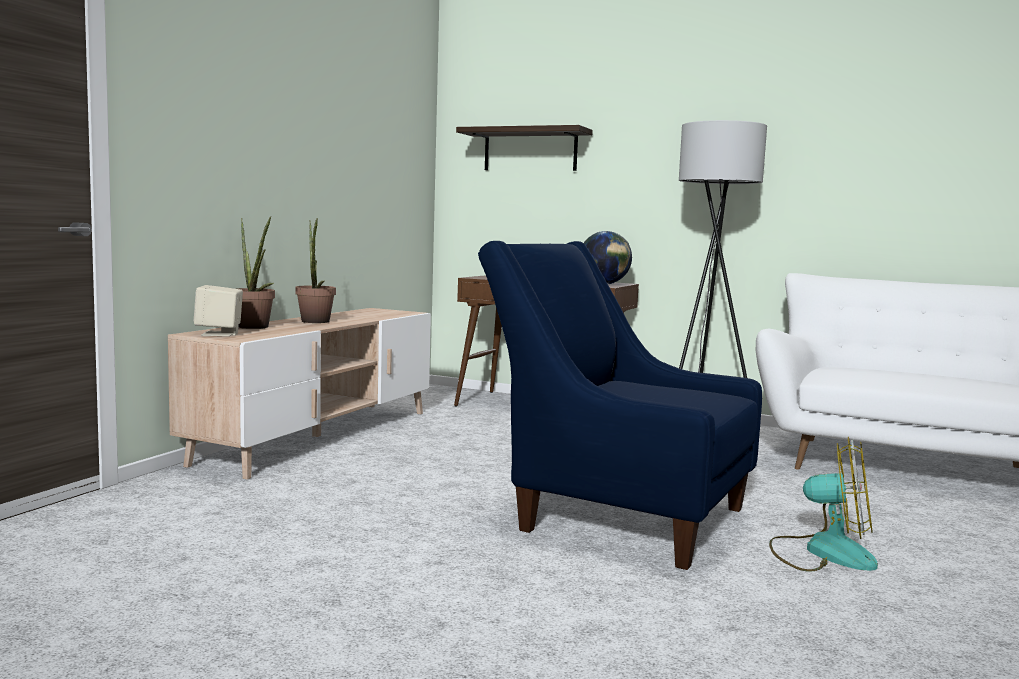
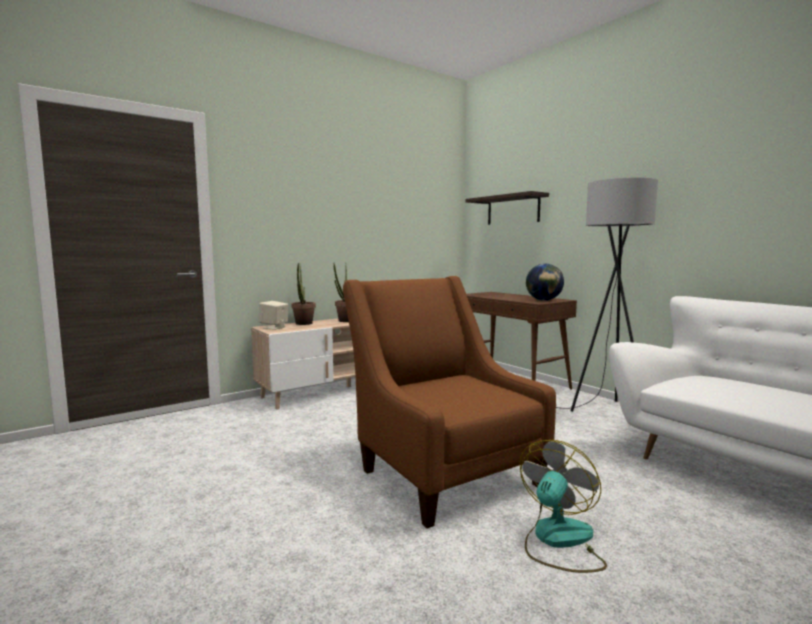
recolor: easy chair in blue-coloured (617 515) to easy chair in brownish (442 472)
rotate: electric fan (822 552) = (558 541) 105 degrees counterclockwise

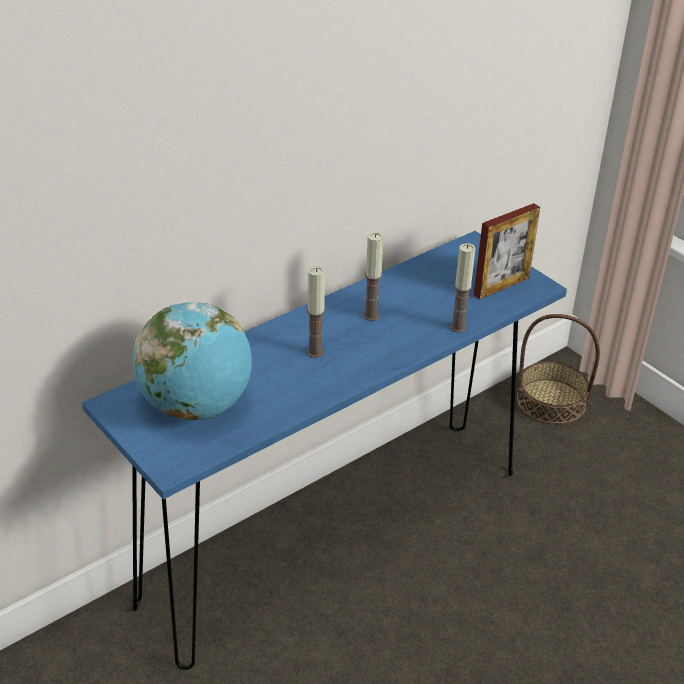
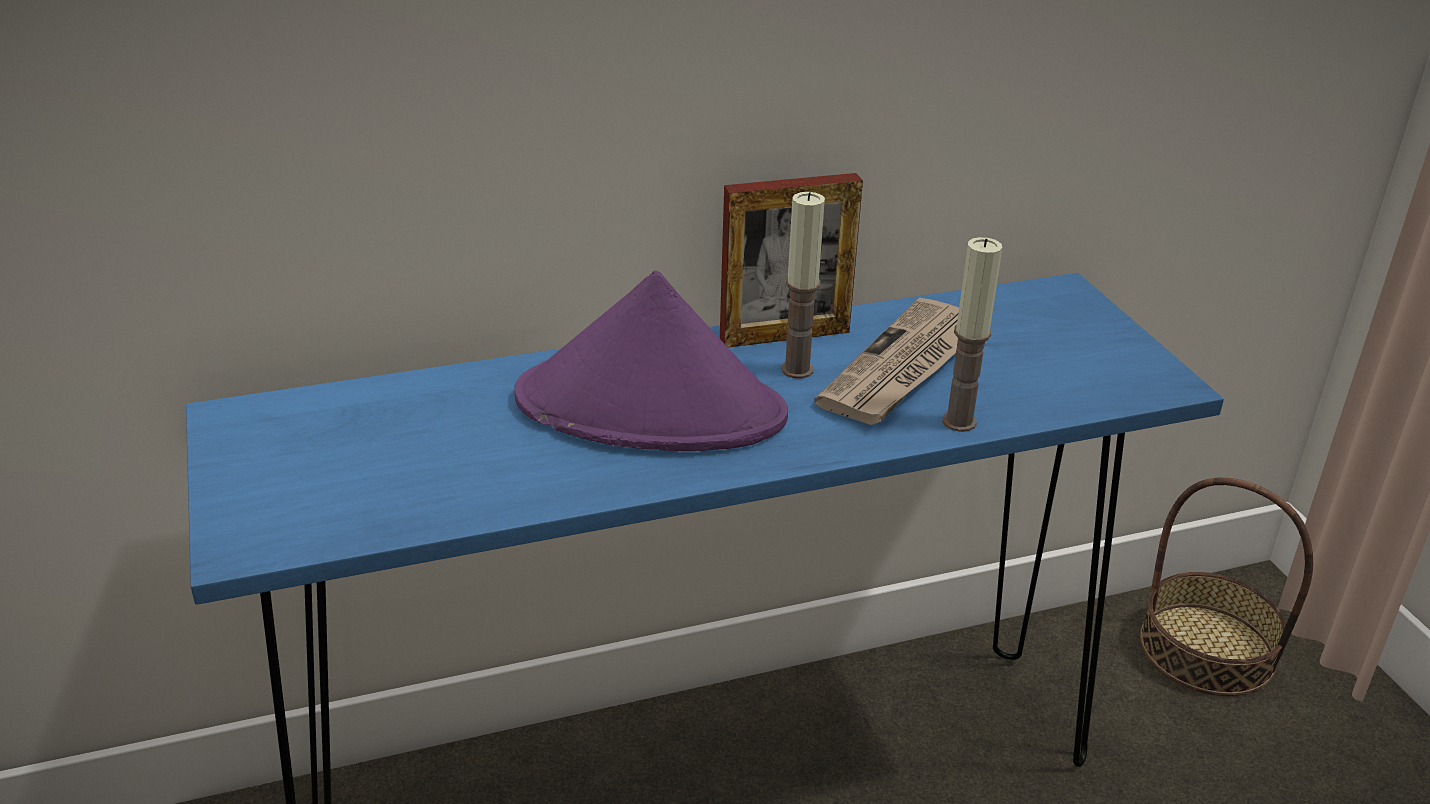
delete: desk globe (196 406)
insert: newspaper (903 367)
move: photo frame (501 286) to (784 335)
replace: wax candle (315 352) to wearable hat in purplish (652 408)

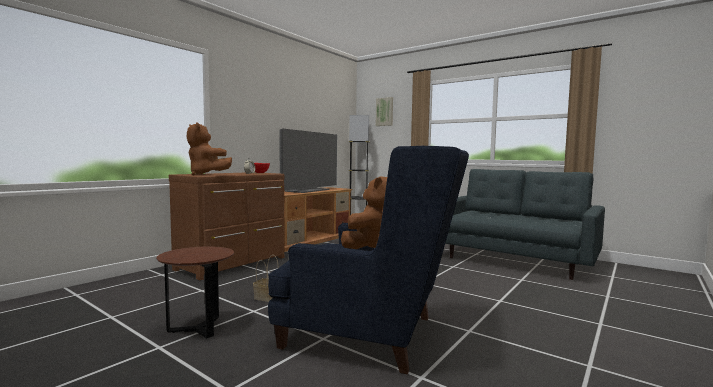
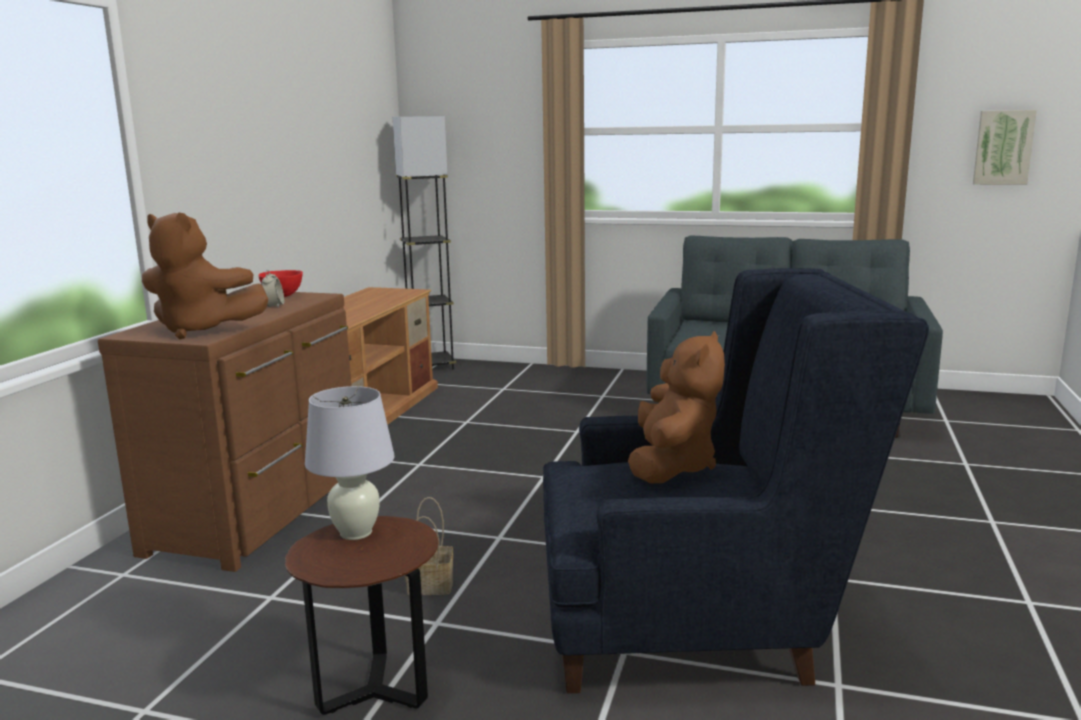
delete: TV (308 190)
insert: lamp for a table in whitish (356 533)
move: wall art (384 112) to (1003 147)

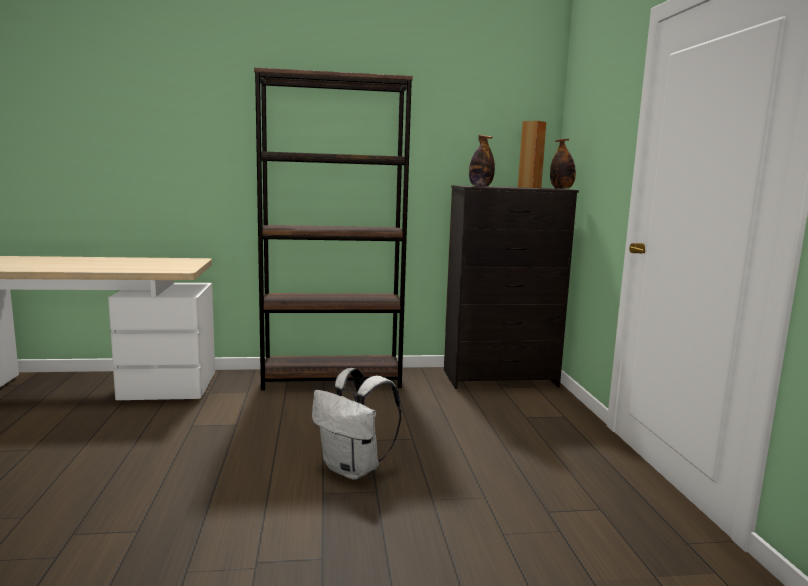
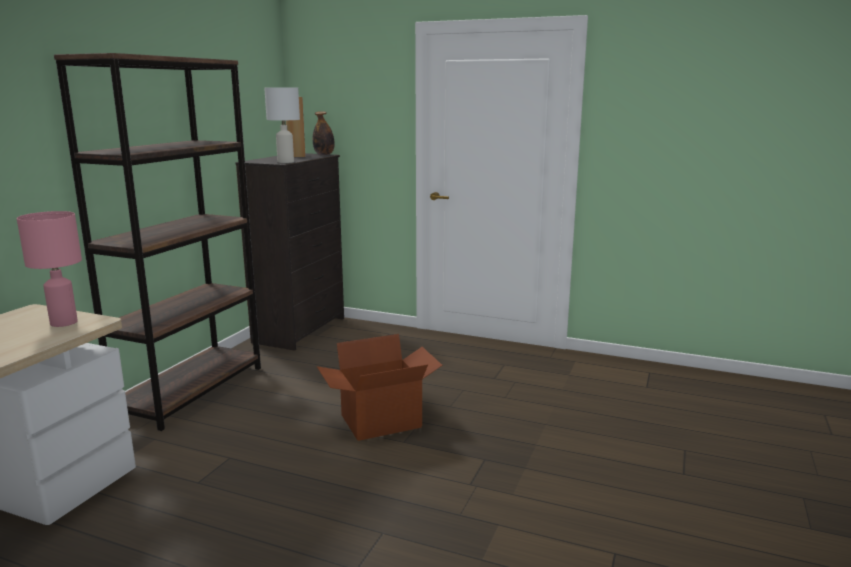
insert: lamp for a table in pinkish (65 322)
replace: knapsack in whitish (354 469) to packing box (381 422); drink bottle (480 186) to lamp for a table in whitish (285 162)

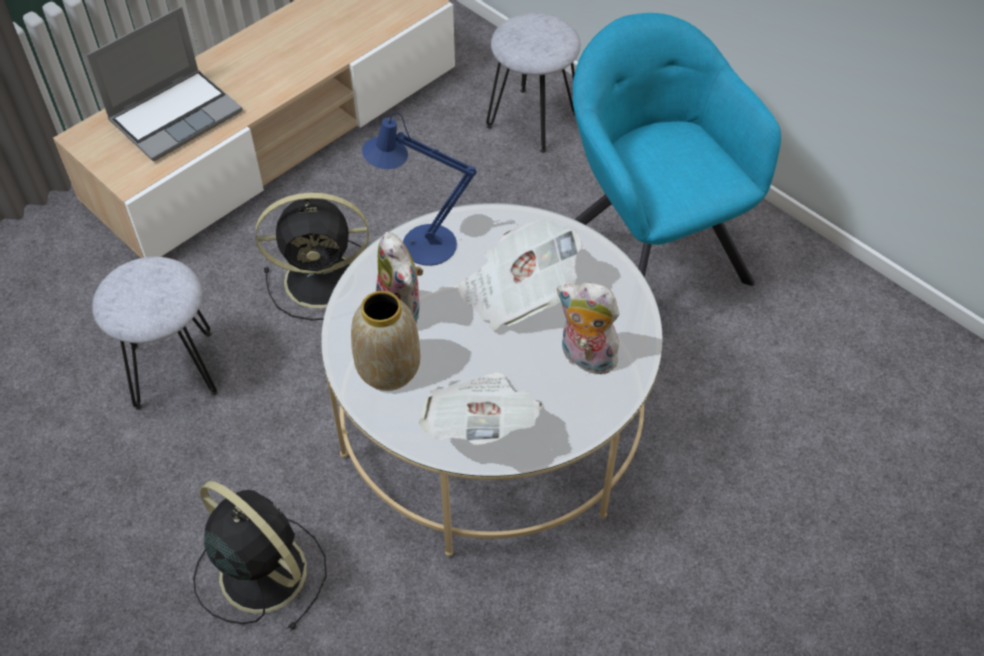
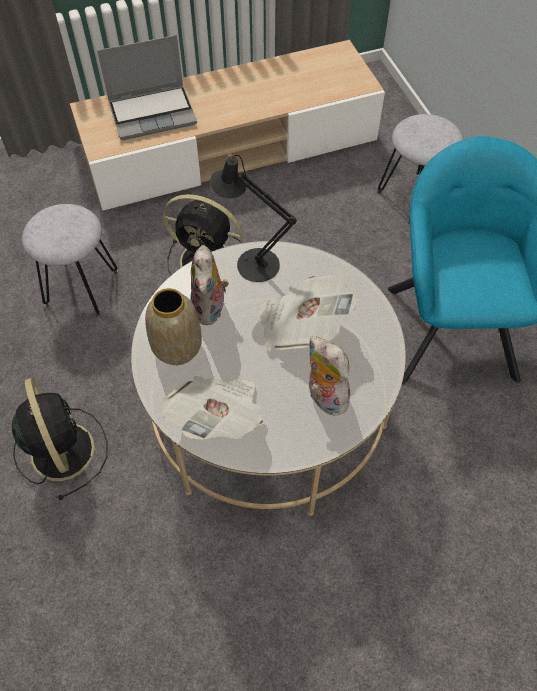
recolor: lamp for a table in blue-coloured (421 245) to lamp for a table in black (252 263)

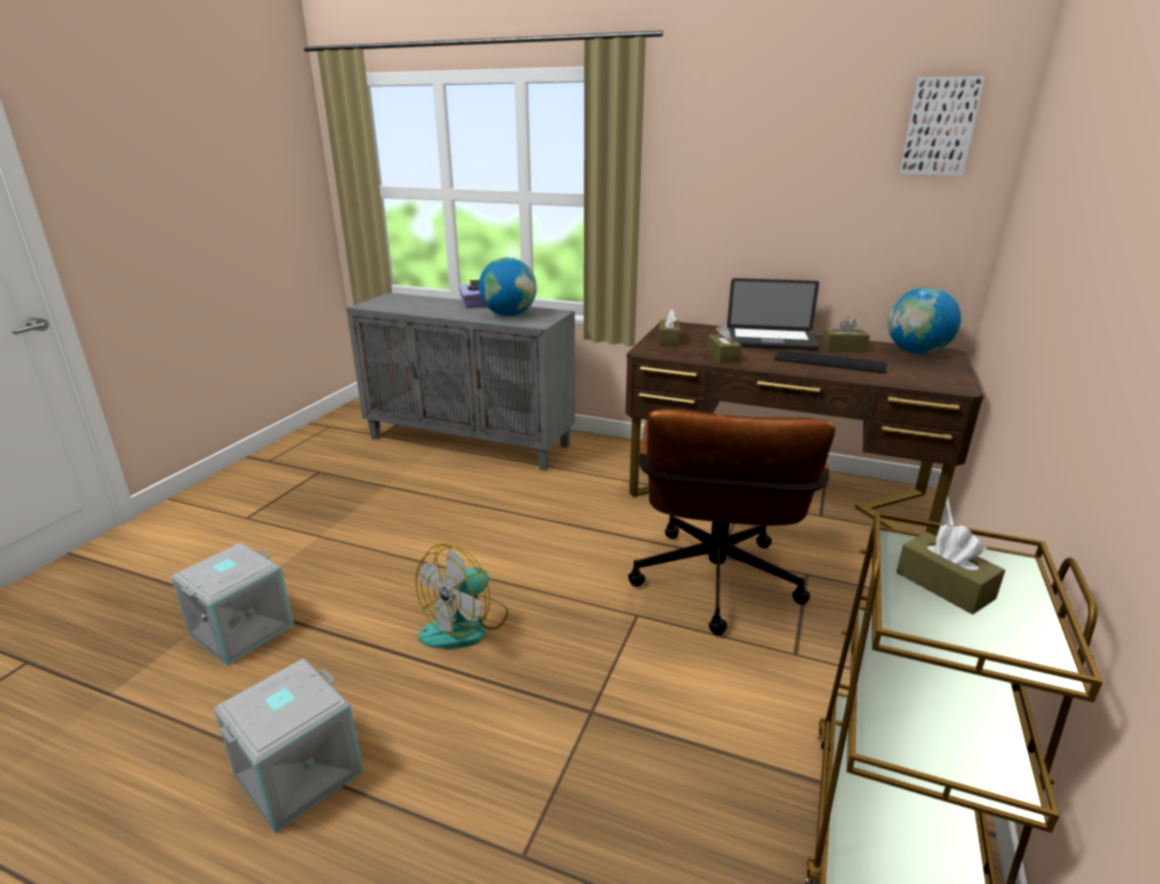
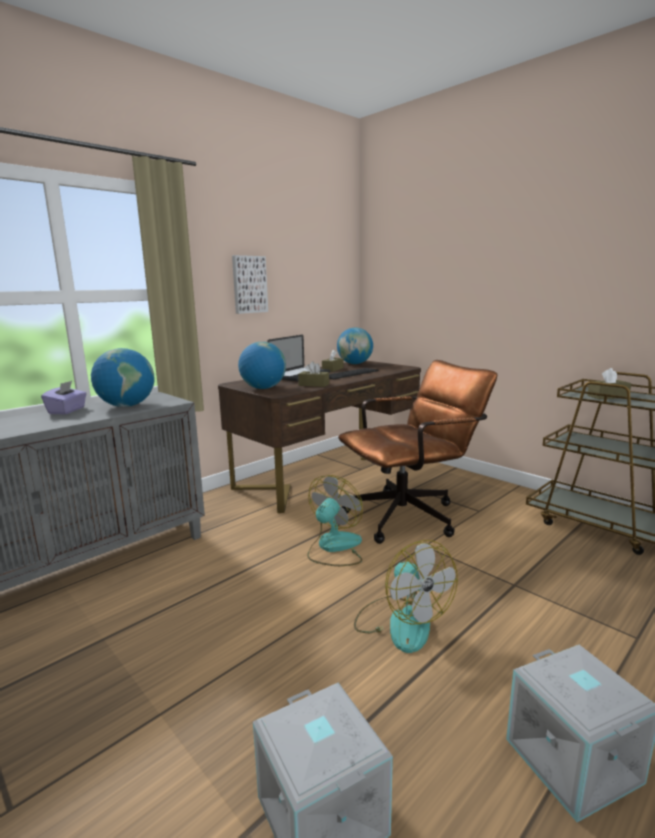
insert: electric fan (334 547)
move: wall art (939 126) to (249 284)
replace: tissue box in brownish (668 340) to desk globe (263 388)
rotate: desk chair in brownish (715 588) = (411 515) 60 degrees counterclockwise

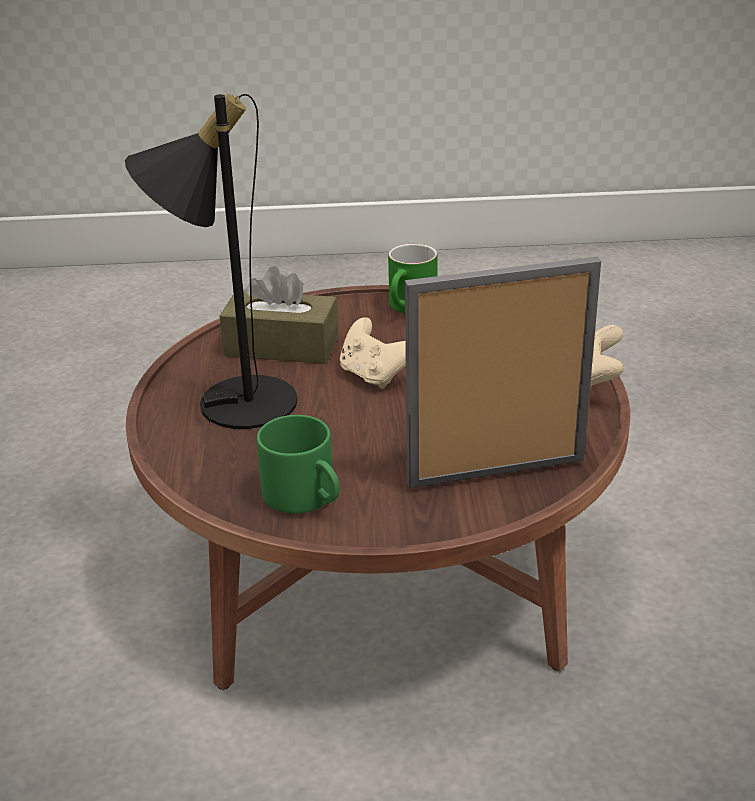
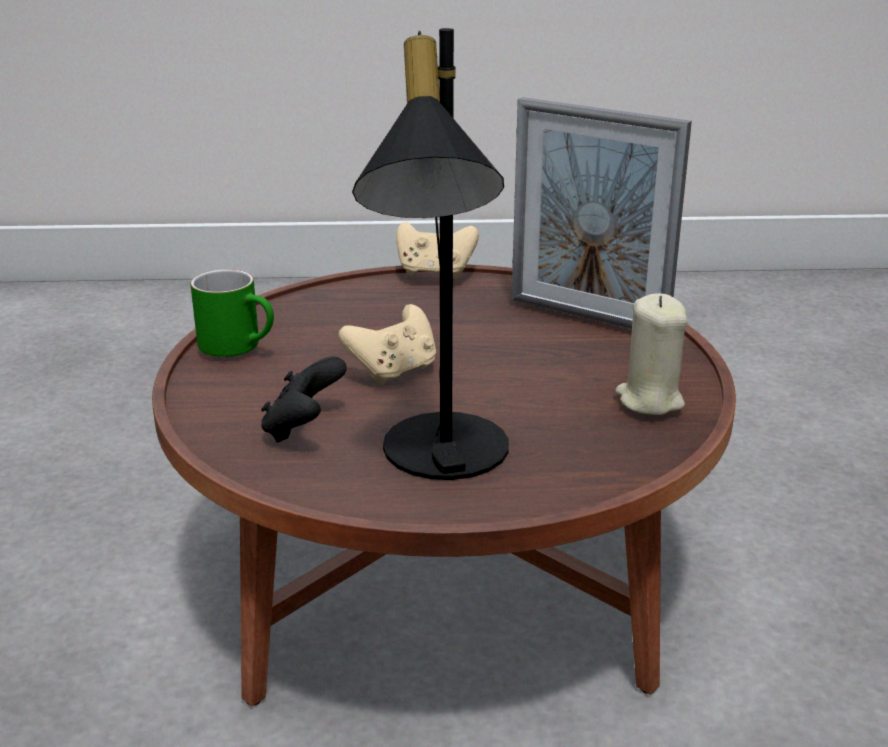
replace: tissue box in brownish (281 346) to gamepad in black (303 429); tea mug in greenish (307 497) to wax candle in beige (649 400)
rotate: photo frame (496 471) = (587 316) 45 degrees counterclockwise

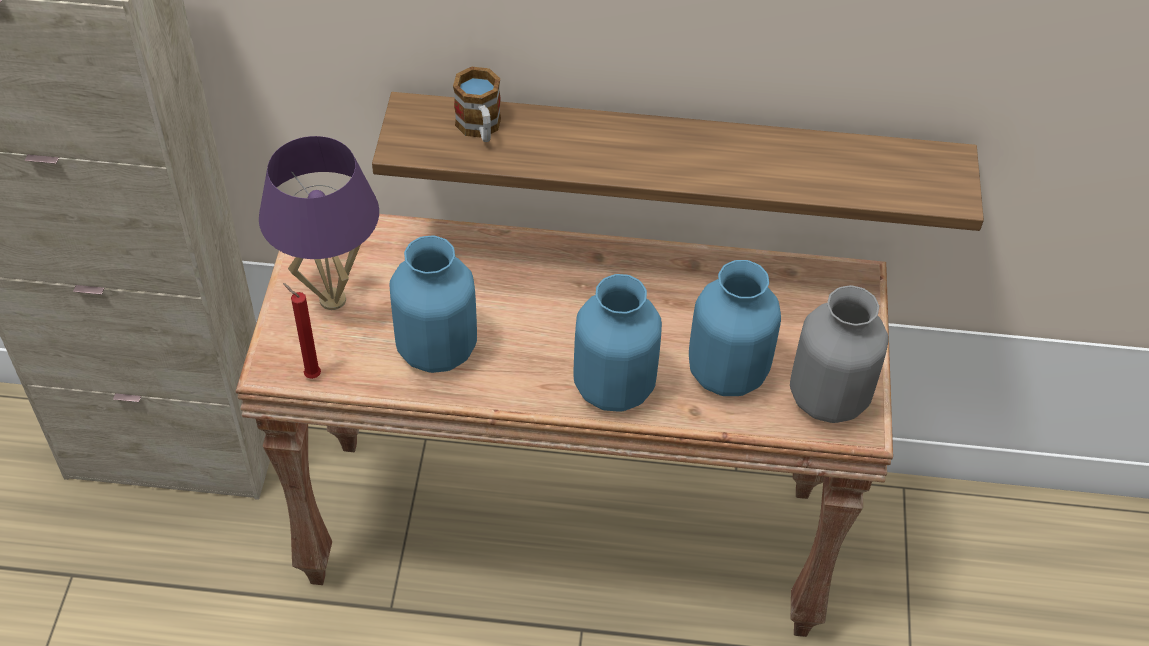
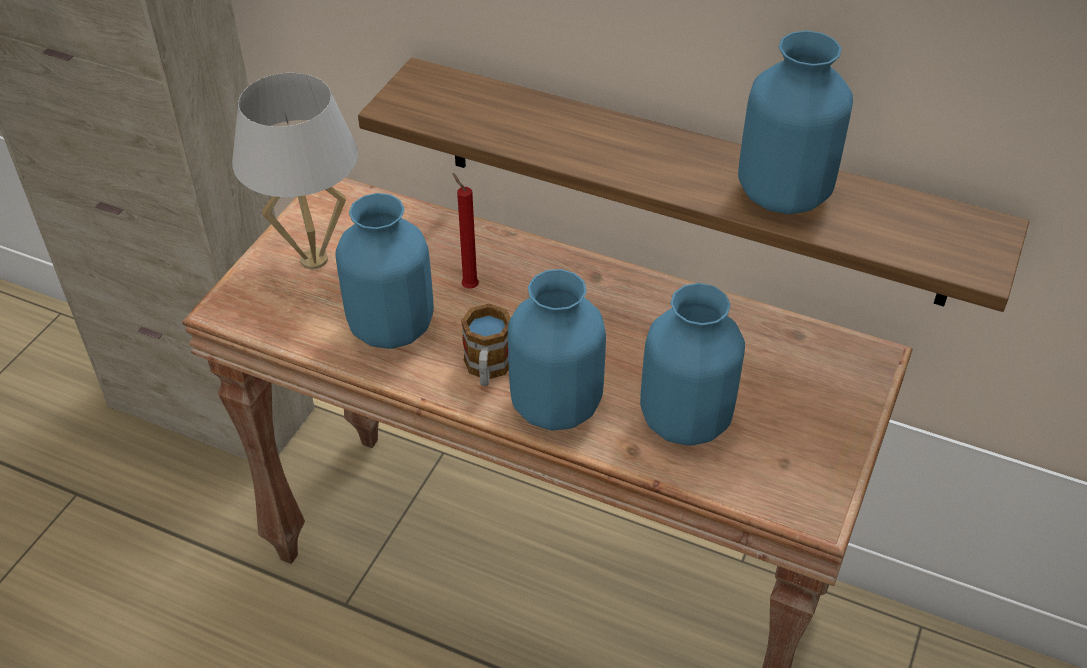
delete: vase in gray (829 397)
insert: vase in blue-coloured (782 193)
move: wax candle in red (310 375) to (468 286); tea mug (480 129) to (487 369)
recolor: lamp for a table in purplish (333 300) to lamp for a table in whitish (314 260)

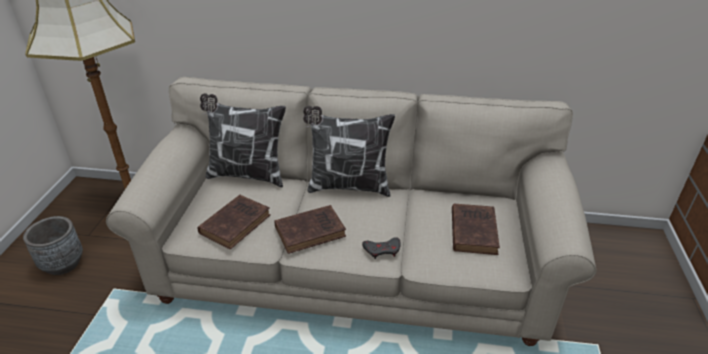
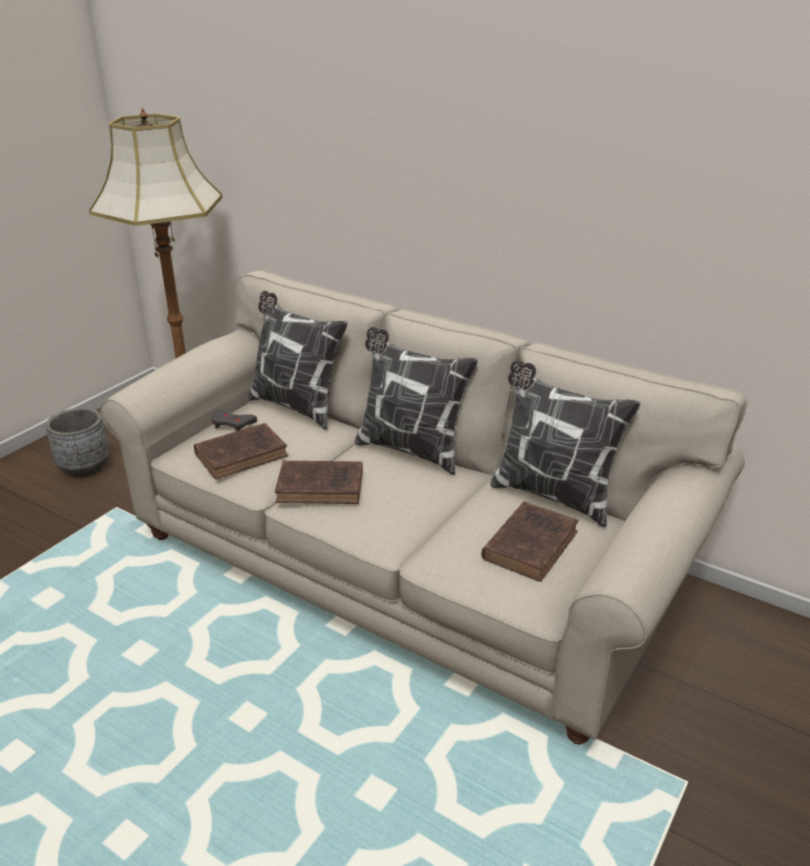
insert: cushion (552 495)
move: gamepad in gray (382 250) to (232 424)

